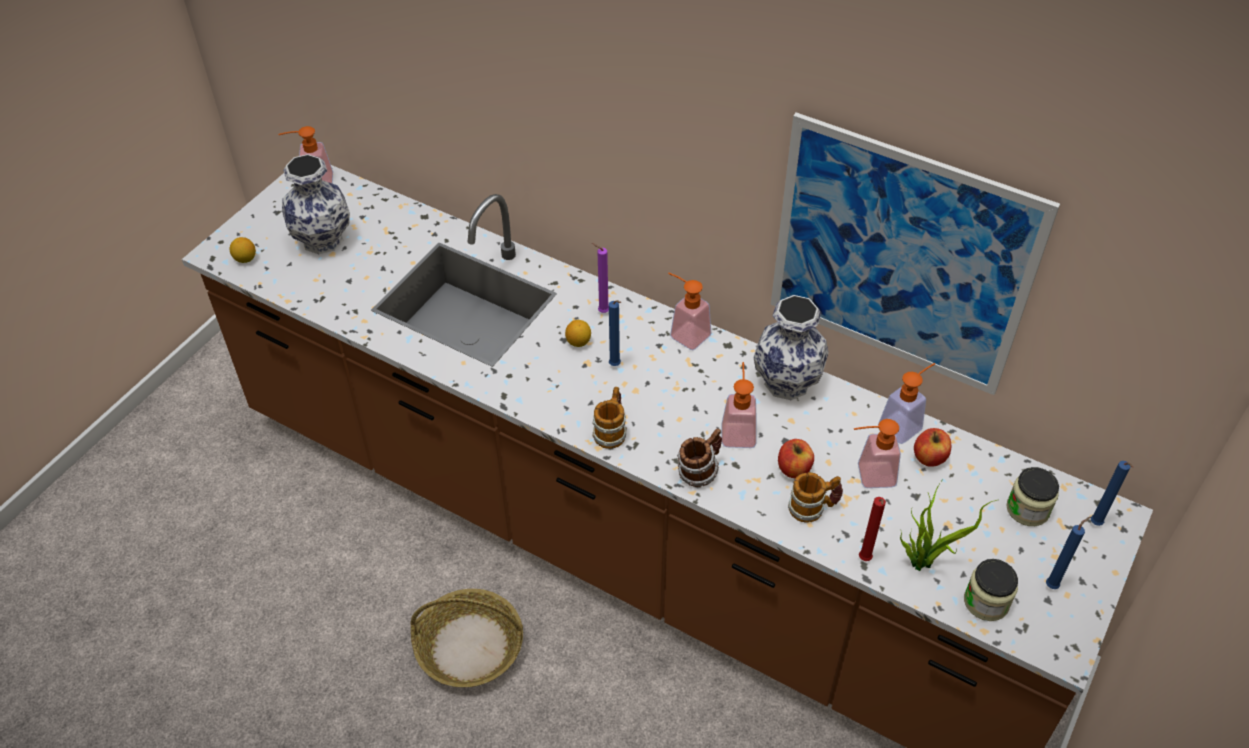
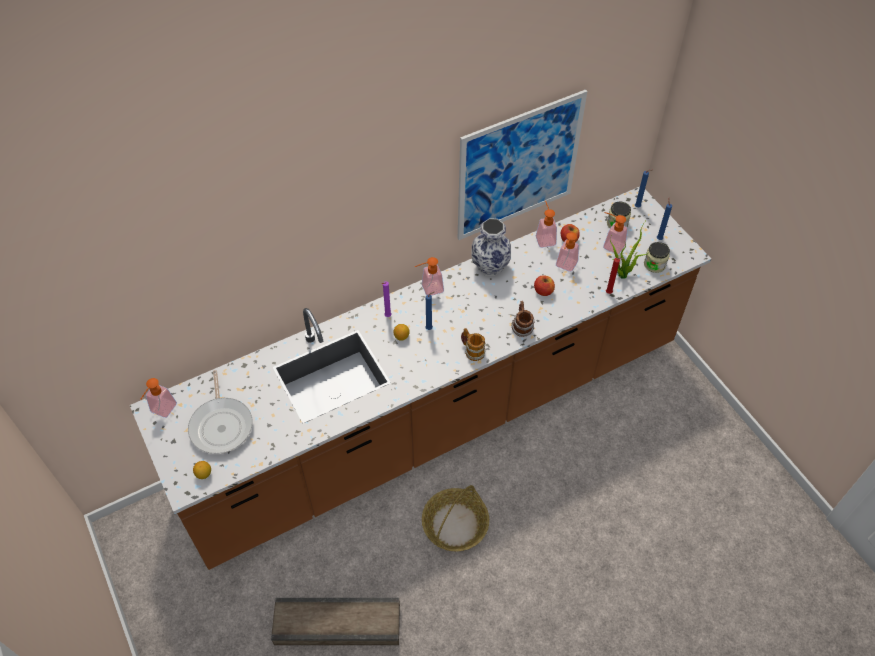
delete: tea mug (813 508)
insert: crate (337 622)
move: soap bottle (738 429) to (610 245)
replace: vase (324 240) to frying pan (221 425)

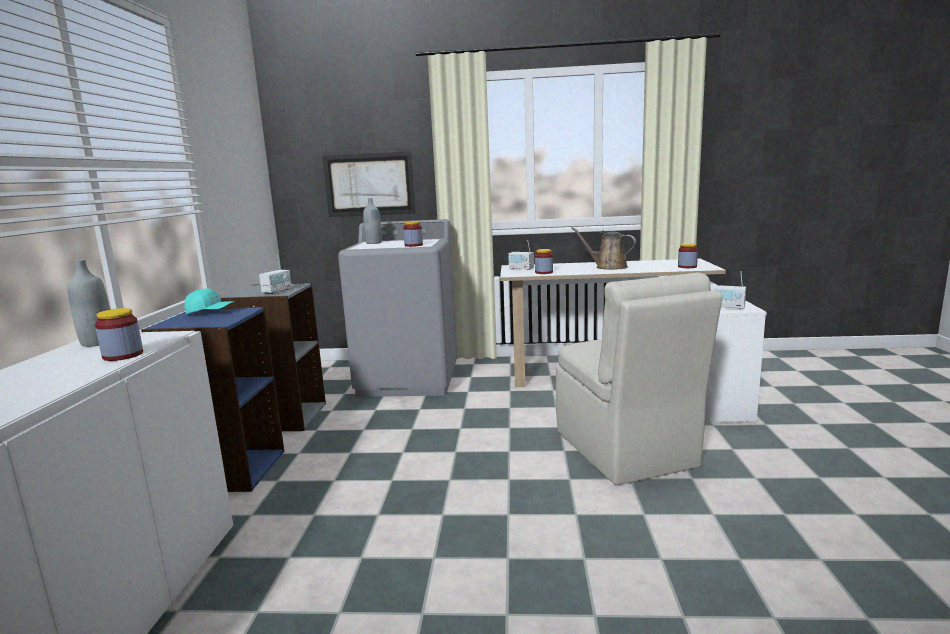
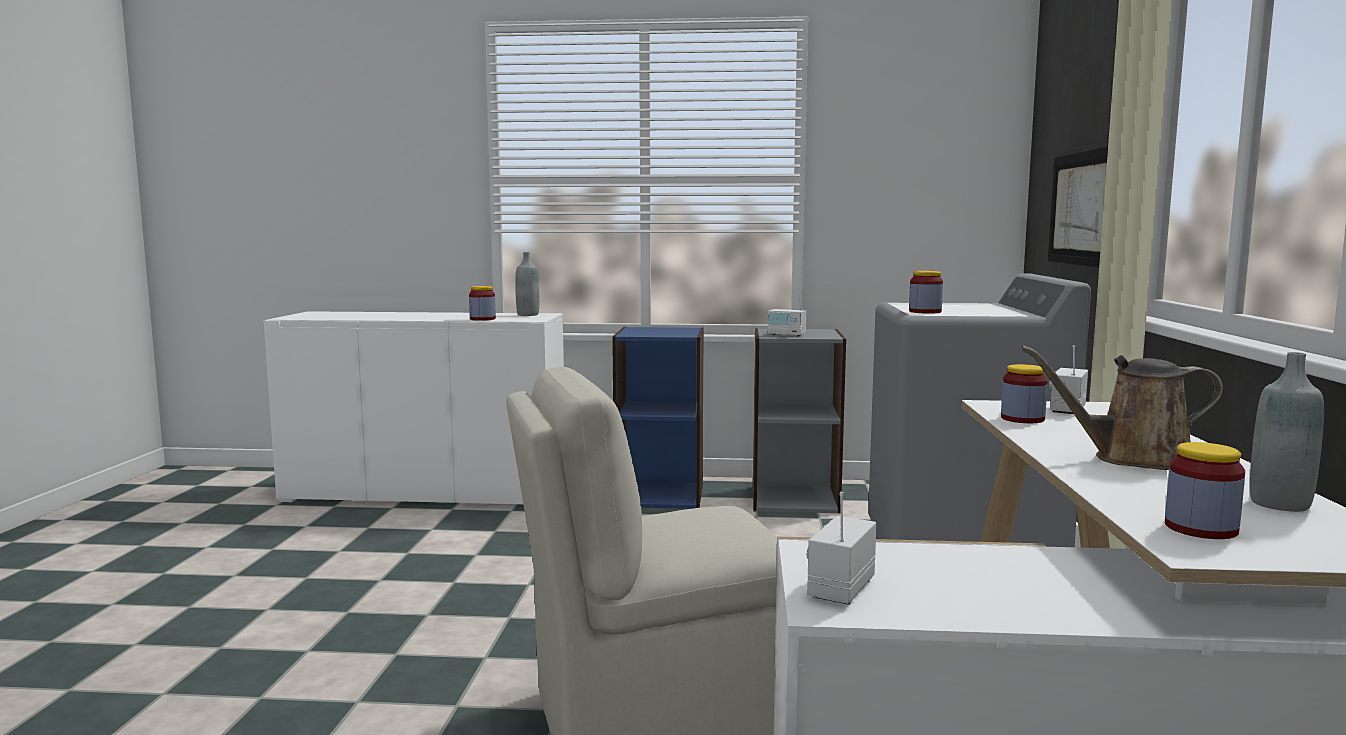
delete: cap in turquoise-coloured (210 312)
move: drink bottle in gray (374 243) to (1280 504)
rotate: sprinkling can in brownish (608 267) = (1132 459) 120 degrees counterclockwise

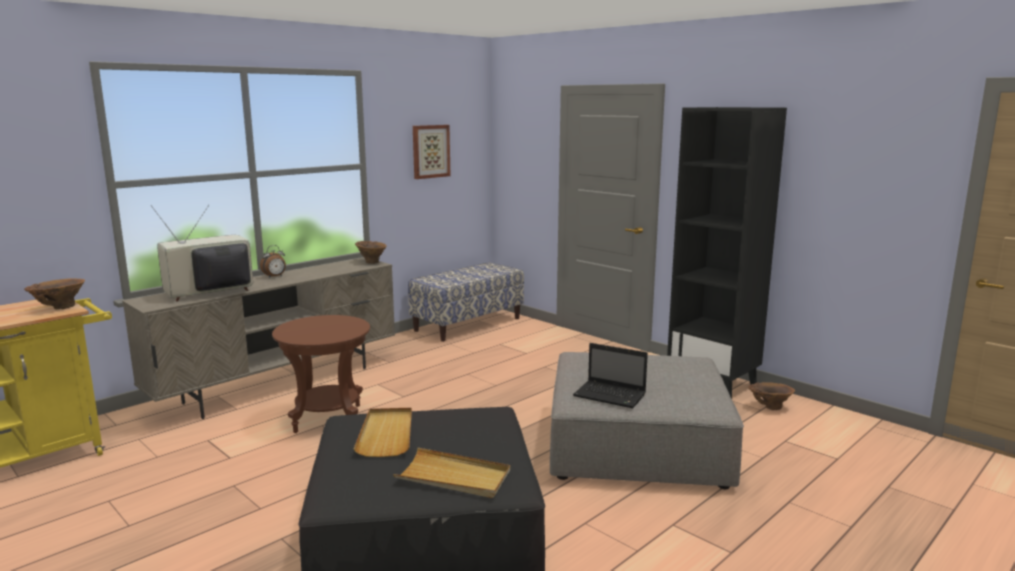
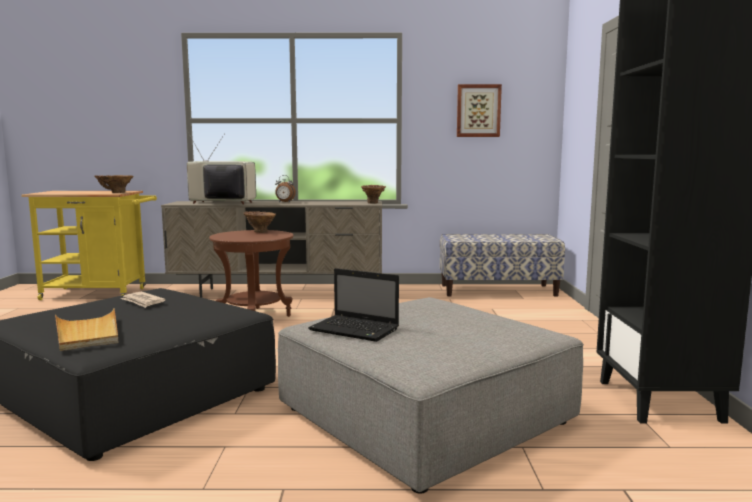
move: vase in brownish (769 407) to (260 231)
replace: tray in beige (386 434) to newspaper (143 301)
rotate: portable computer (611 396) = (356 330) 45 degrees counterclockwise

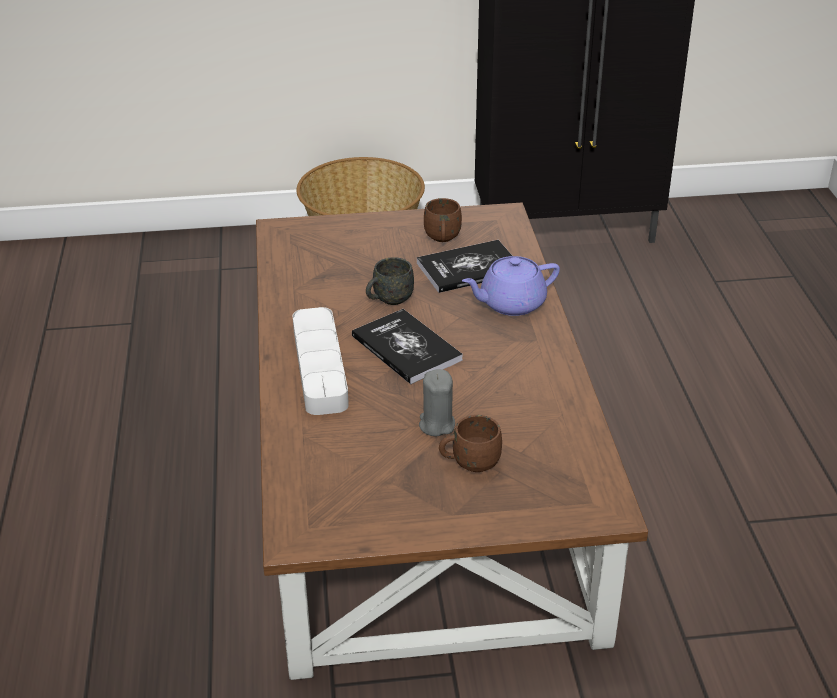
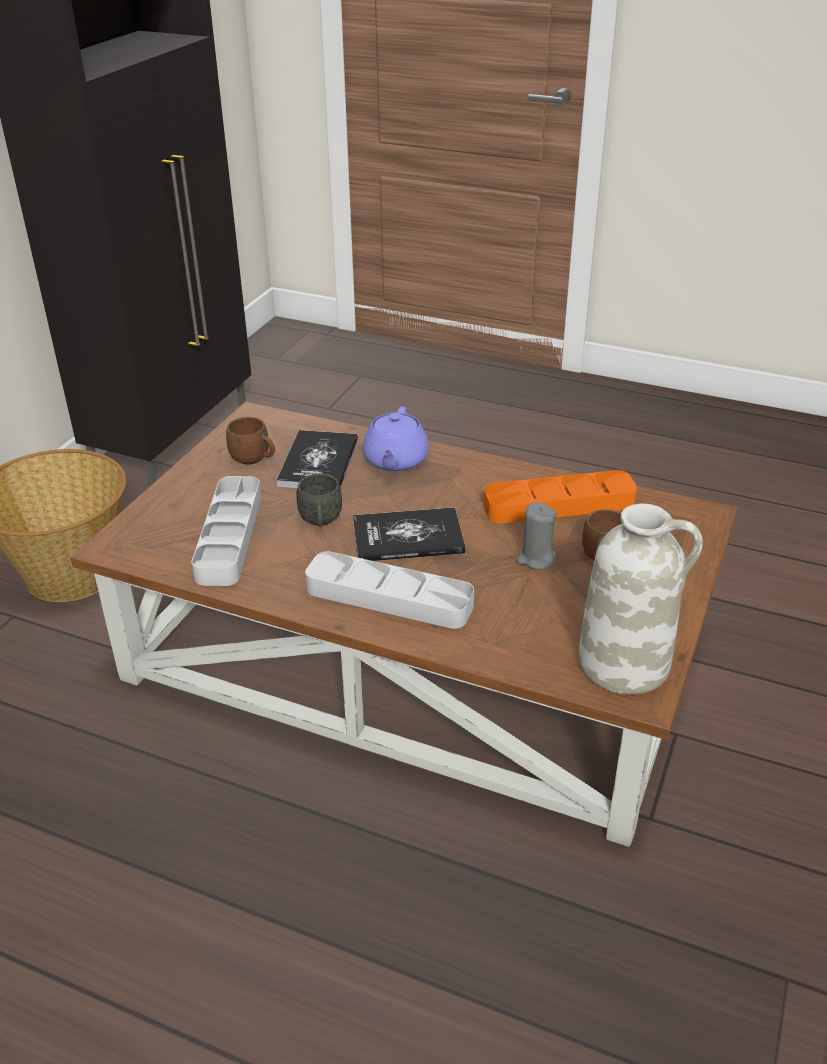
insert: tray in gray (229 536); tray in orange (559 504); vase in whitish (625 663)

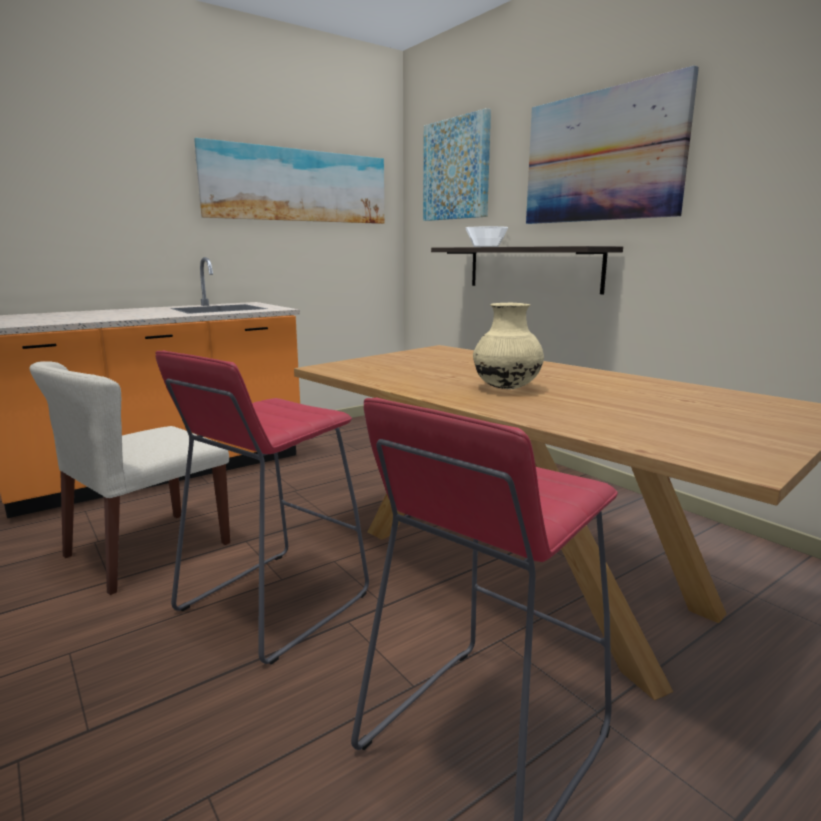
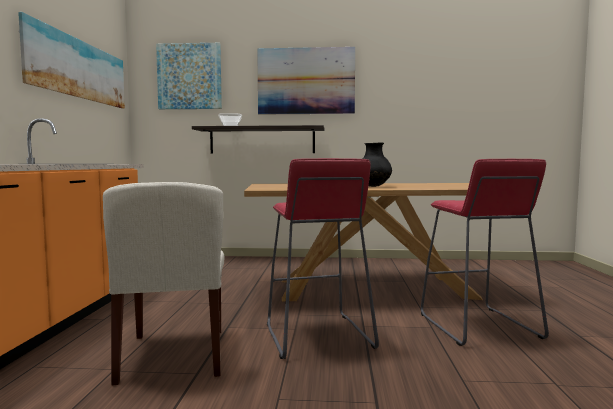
recolor: vase in beige (506 388) to vase in black (373 186)

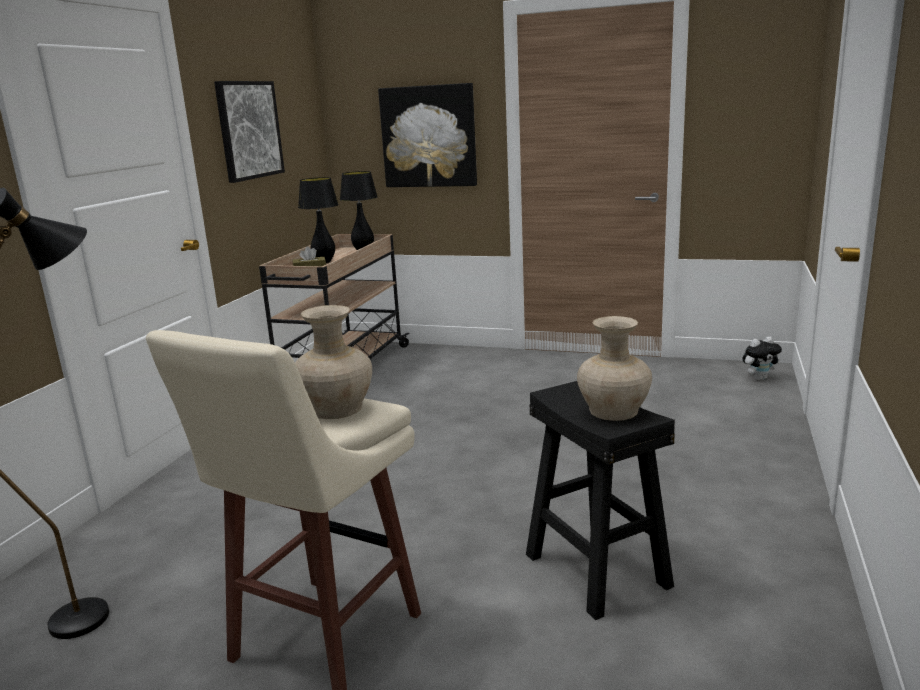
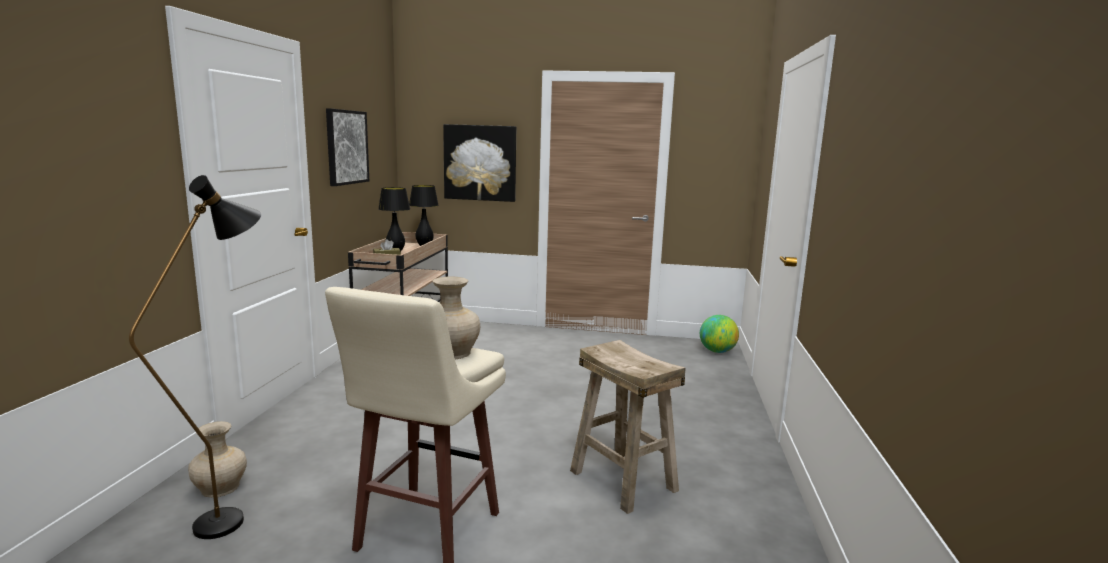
move: vase in beige (613 410) to (220 487)
replace: soft toy (759 378) to desk globe (717 351)
recolor: sitting stool in black (598 570) to sitting stool in beige (624 480)

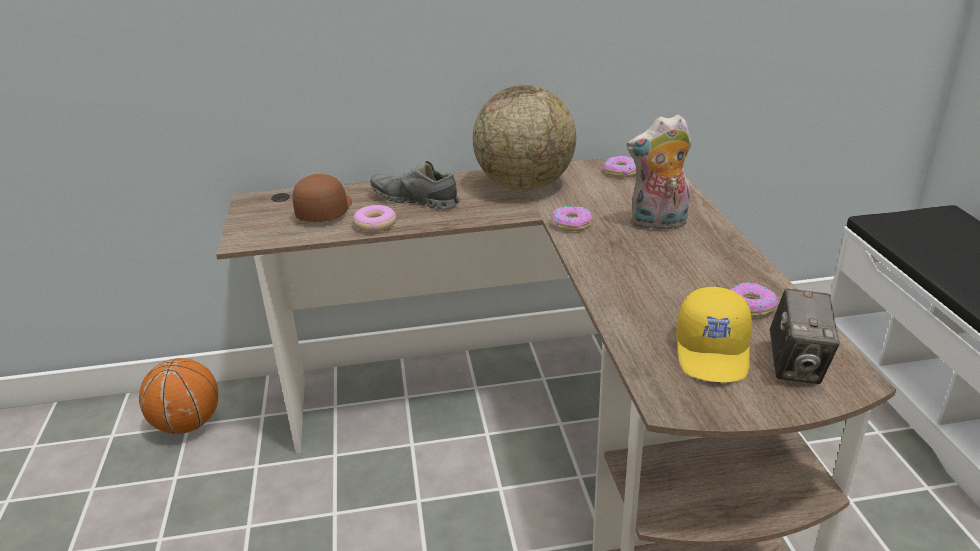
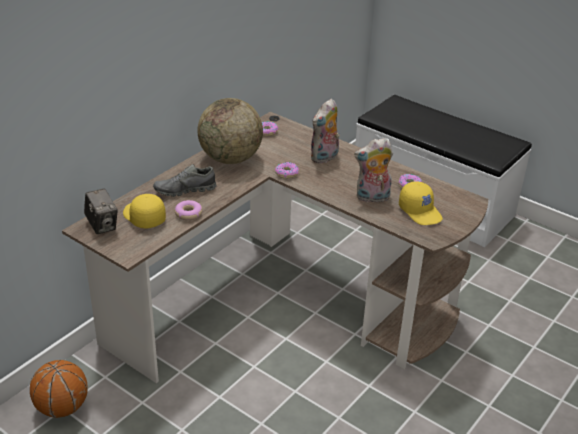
insert: soft toy (372 198)
move: still camera (796 366) to (102 225)
recolor: cap in brownish (324 210) to cap in yellow (143 217)

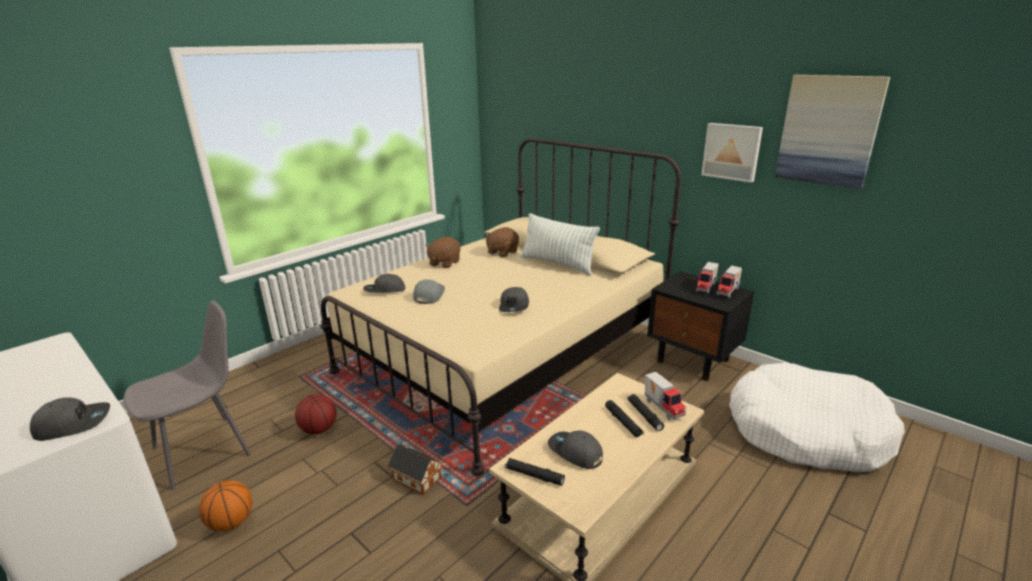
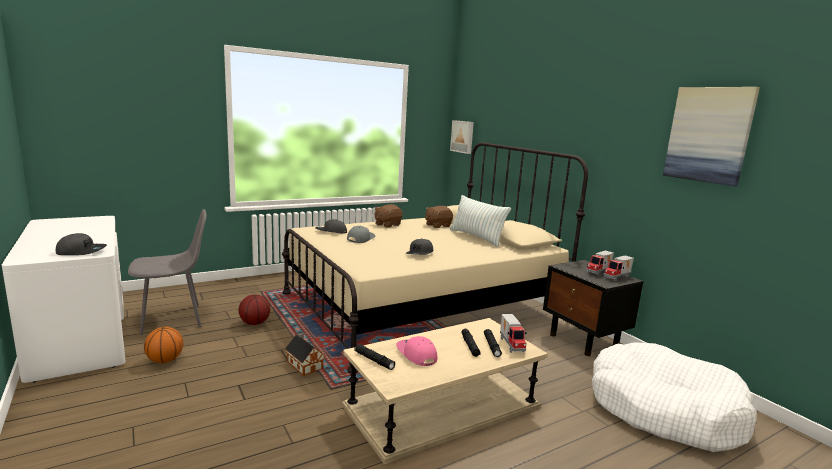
move: wall art (732 151) to (463 136)
recolor: cap in gray (575 452) to cap in pinkish (416 355)

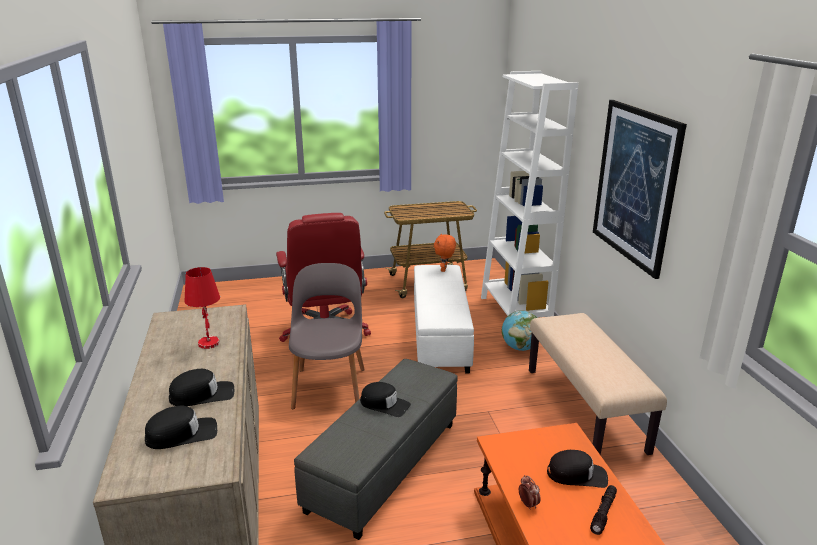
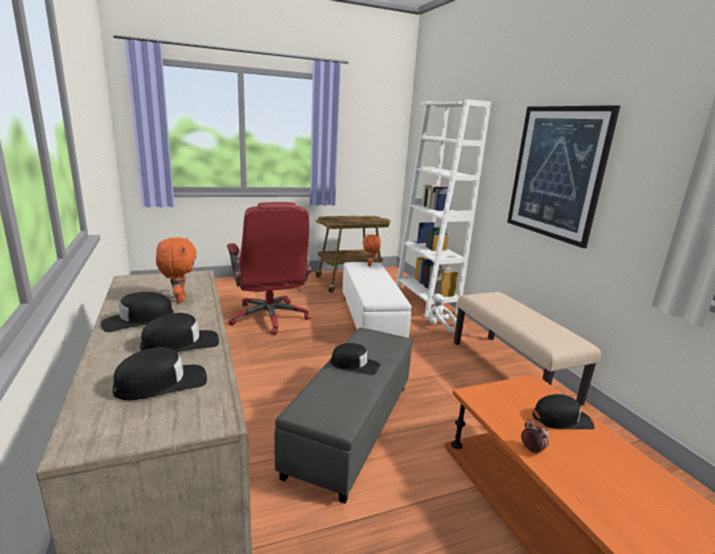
delete: plain chair in gray (329 385); flashlight in black (603 513)
insert: cap in black (138 320)
replace: lamp for a table in red (208 343) to soft toy in orange (179 299); desk globe (520 348) to soft toy in whitish (440 326)

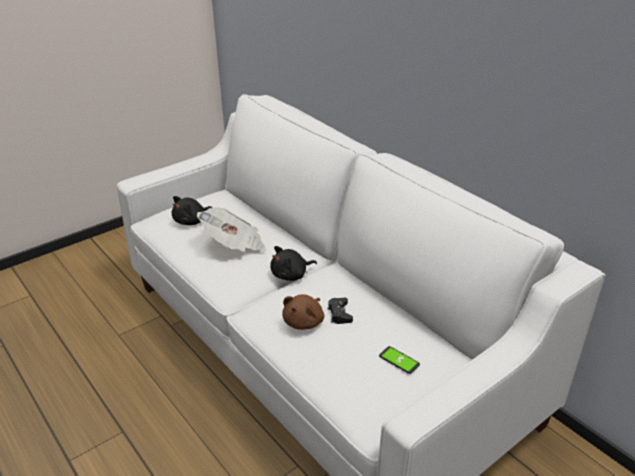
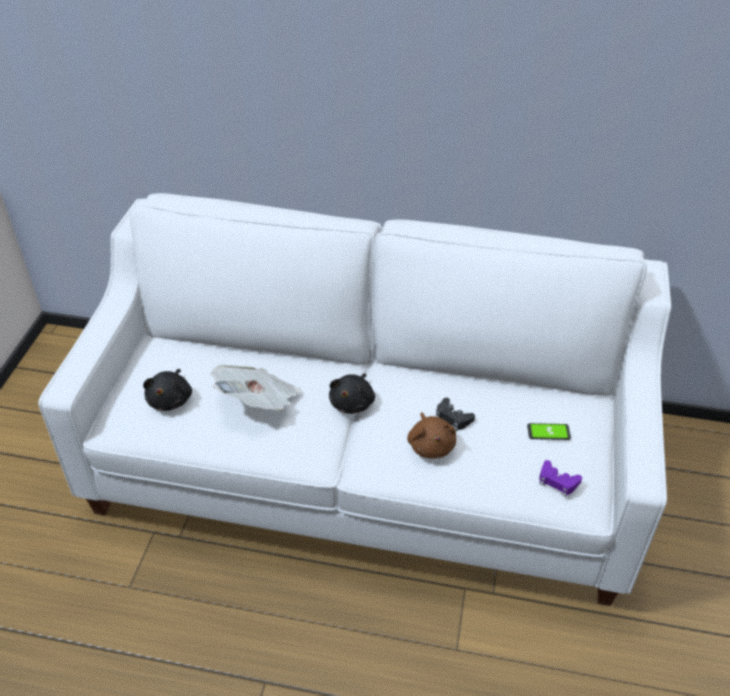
insert: gamepad in purplish (557 481)

